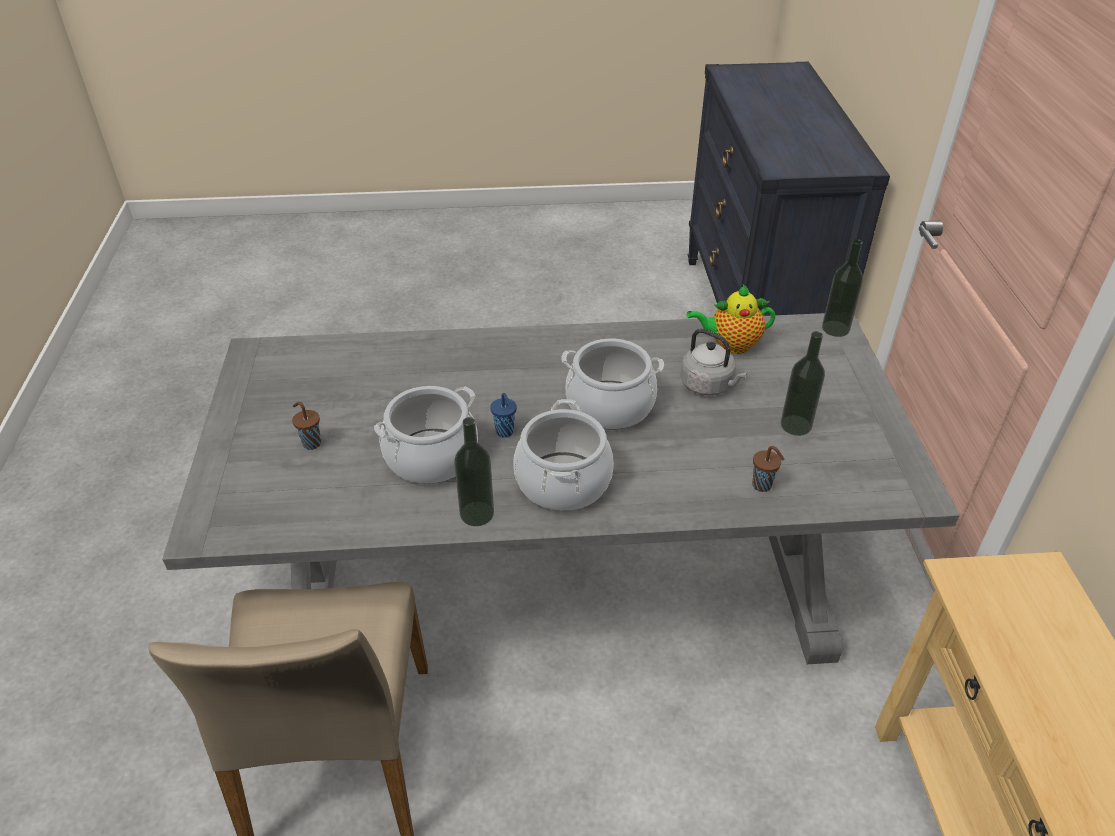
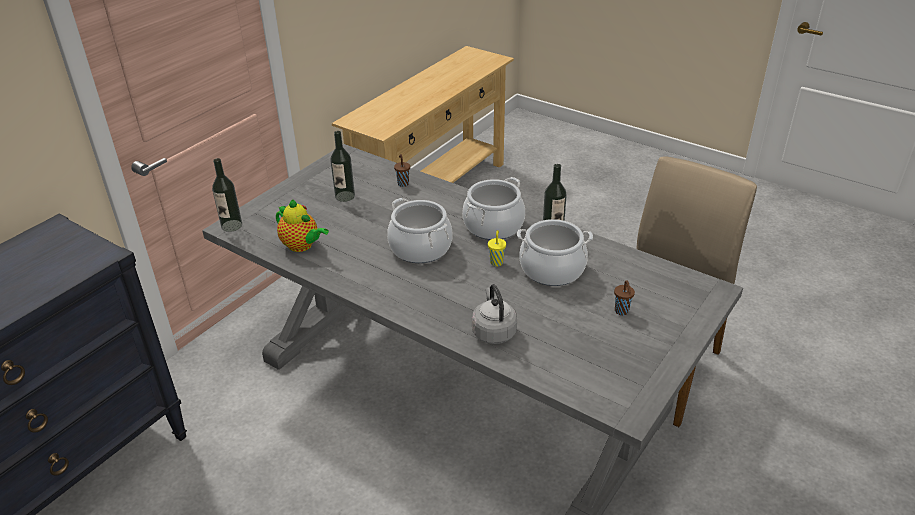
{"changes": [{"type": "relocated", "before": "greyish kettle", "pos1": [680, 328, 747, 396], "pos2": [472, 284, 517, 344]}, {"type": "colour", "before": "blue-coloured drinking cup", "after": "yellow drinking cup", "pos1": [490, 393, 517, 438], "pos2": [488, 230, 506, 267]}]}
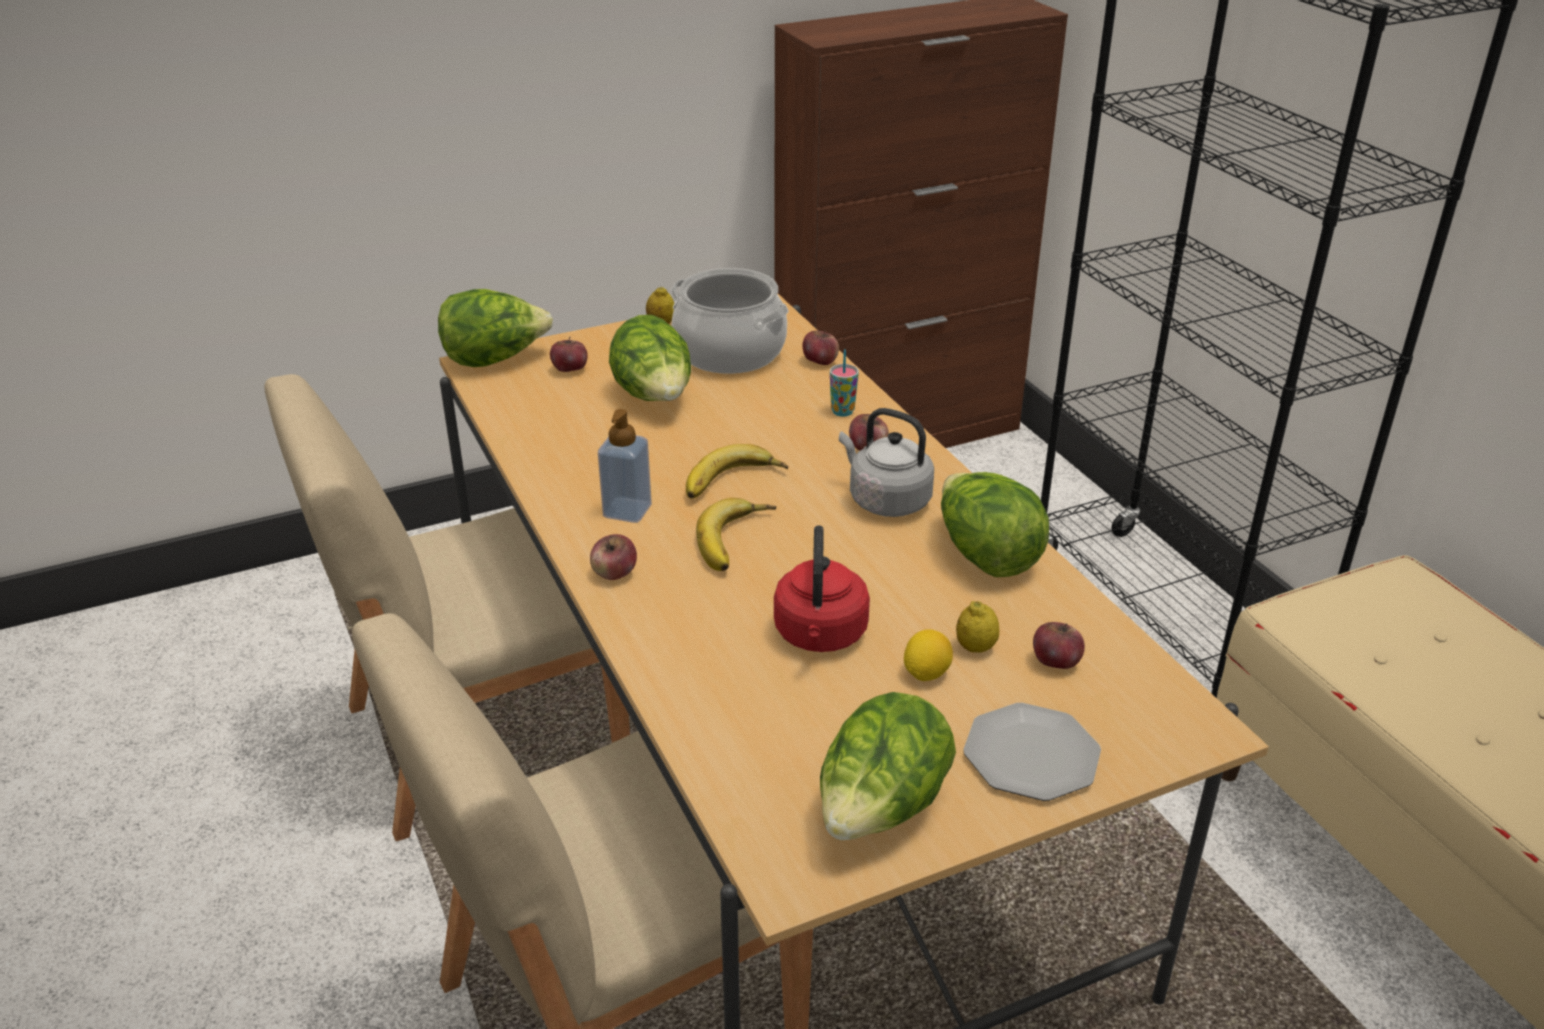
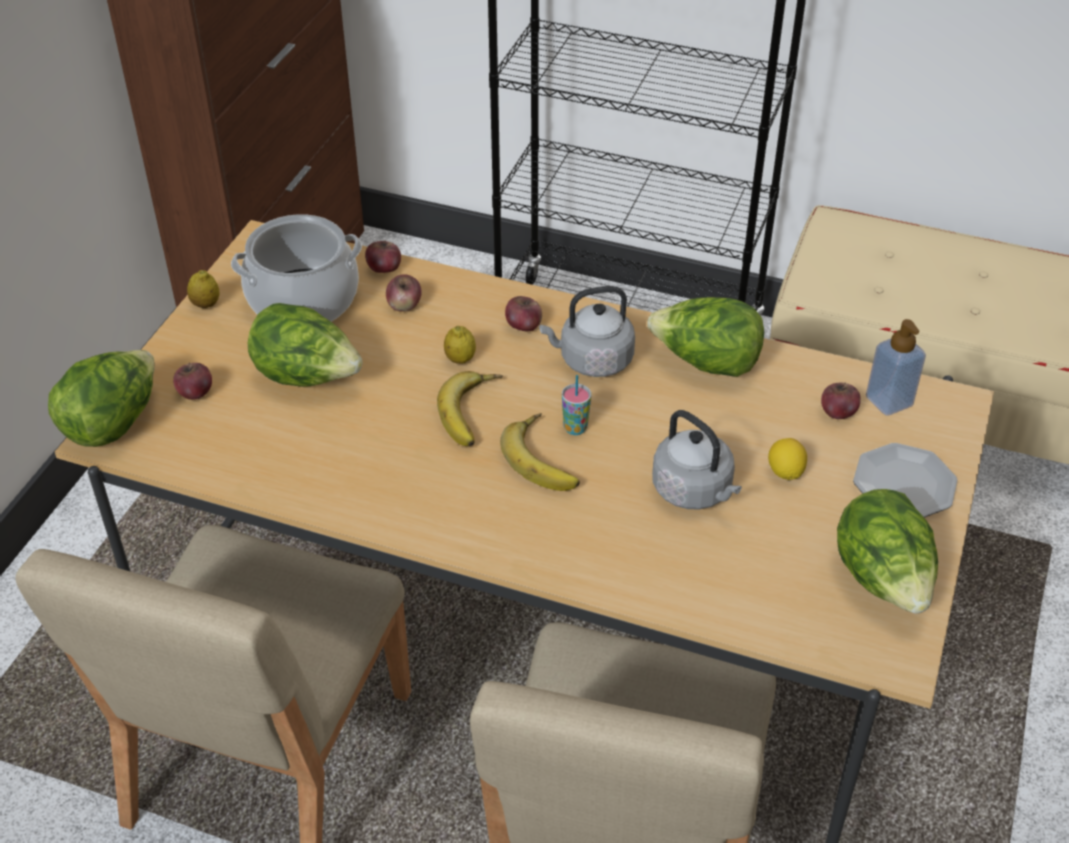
{"changes": [{"type": "relocated", "before": "apple fruit", "pos1": [590, 534, 637, 580], "pos2": [386, 274, 422, 312]}, {"type": "relocated", "before": "lemon", "pos1": [956, 601, 999, 653], "pos2": [444, 326, 476, 364]}, {"type": "relocated", "before": "drinking cup", "pos1": [830, 349, 859, 417], "pos2": [562, 375, 591, 435]}, {"type": "colour", "before": "red-coloured kettle", "after": "greyish kettle", "pos1": [774, 525, 870, 652], "pos2": [652, 410, 742, 510]}, {"type": "relocated", "before": "soap dispenser", "pos1": [598, 409, 652, 523], "pos2": [866, 319, 926, 416]}]}
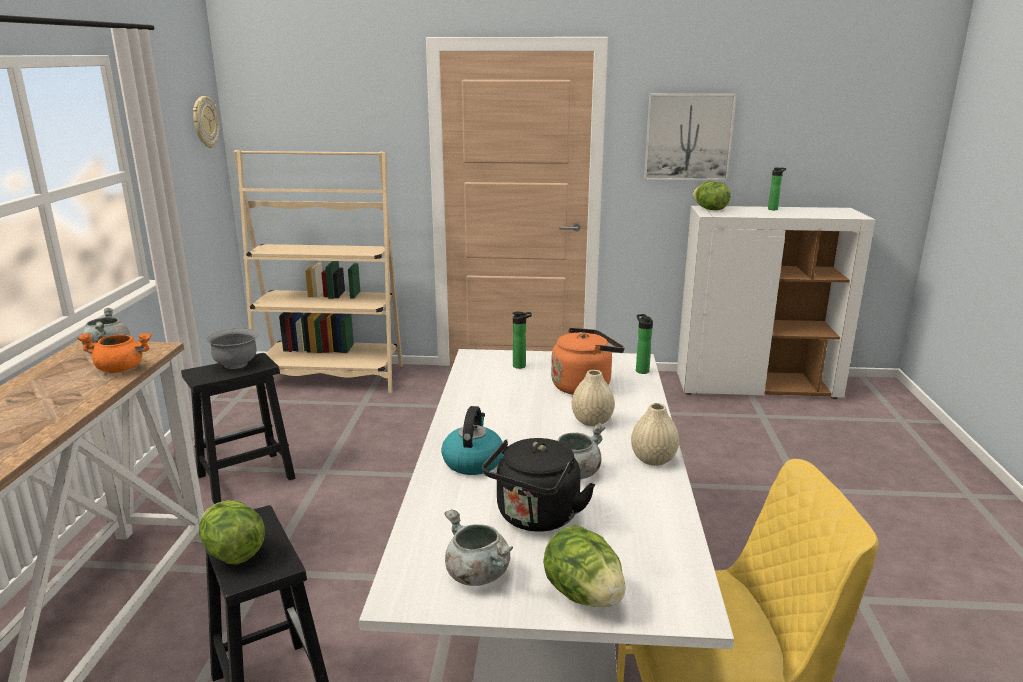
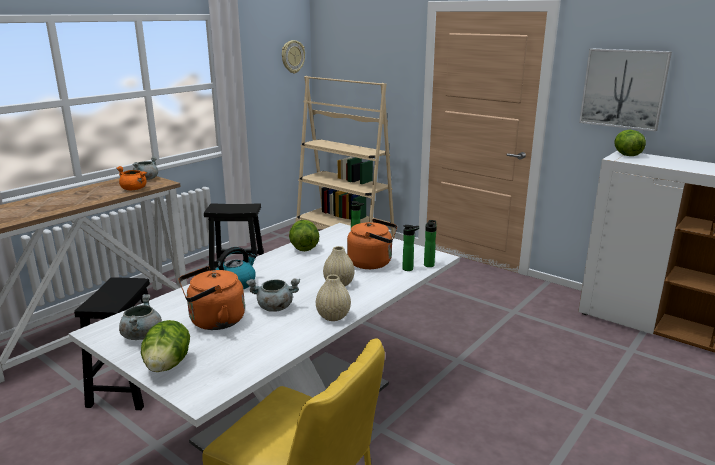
{"changes": [{"type": "colour", "before": "black-coloured kettle", "after": "orange kettle", "pos1": [482, 438, 595, 532], "pos2": [179, 266, 245, 330]}, {"type": "relocated", "before": "lettuce", "pos1": [199, 500, 265, 565], "pos2": [289, 220, 319, 251]}, {"type": "relocated", "before": "drink bottle", "pos1": [768, 167, 786, 210], "pos2": [402, 225, 419, 271]}, {"type": "missing", "before": "greyish bowl", "pos1": [206, 328, 258, 369]}]}
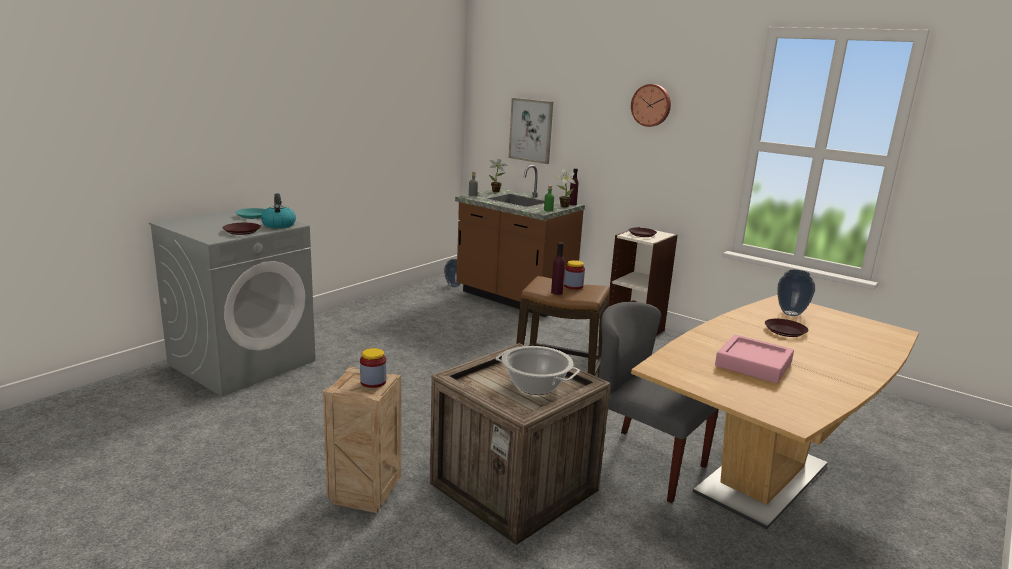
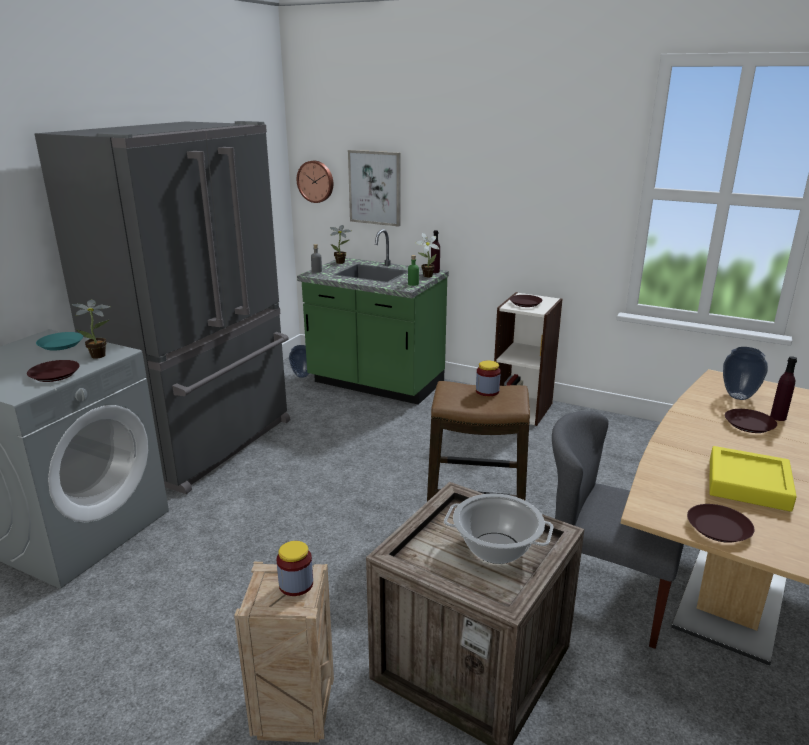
{"changes": [{"type": "appeared", "after": "greyish refrigerator", "pos2": [34, 121, 290, 494]}, {"type": "exchanged", "before": "kettle", "after": "houseplant", "pos1": [261, 194, 296, 228], "pos2": [71, 300, 110, 359]}, {"type": "relocated", "before": "wall clock", "pos1": [631, 84, 671, 127], "pos2": [297, 160, 333, 203]}, {"type": "colour", "before": "brown counter", "after": "greenish counter", "pos1": [455, 165, 585, 317], "pos2": [297, 229, 449, 405]}, {"type": "appeared", "after": "brown dinner plate", "pos2": [687, 504, 755, 543]}, {"type": "colour", "before": "pink-coloured serving tray", "after": "yellow serving tray", "pos1": [715, 334, 794, 383], "pos2": [709, 446, 797, 512]}, {"type": "relocated", "before": "purple drink bottle", "pos1": [551, 242, 565, 295], "pos2": [770, 356, 797, 421]}]}
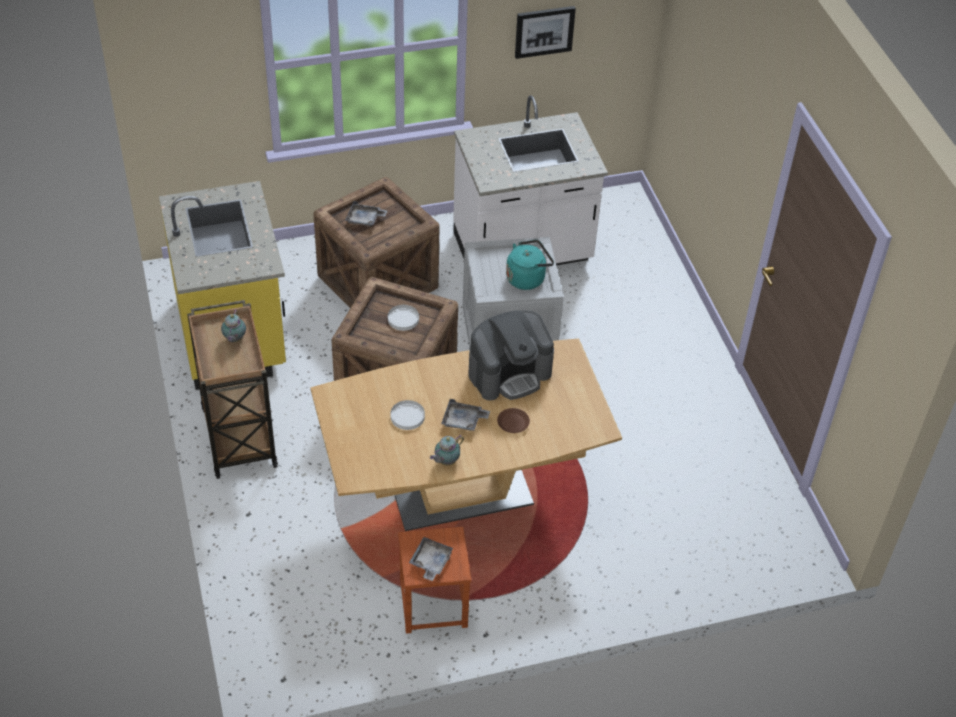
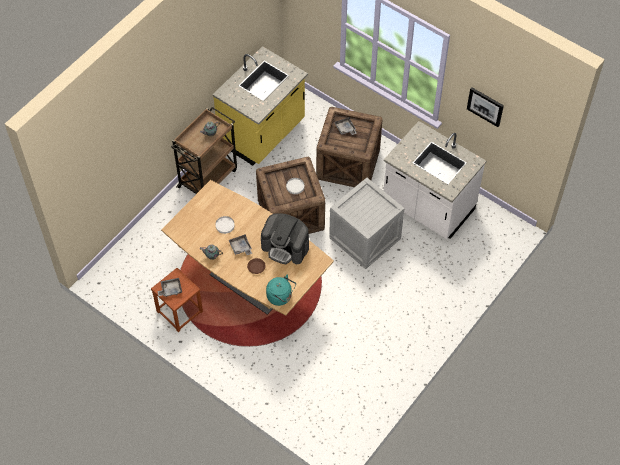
{"changes": [{"type": "relocated", "before": "turquoise kettle", "pos1": [506, 240, 554, 290], "pos2": [266, 275, 296, 306]}]}
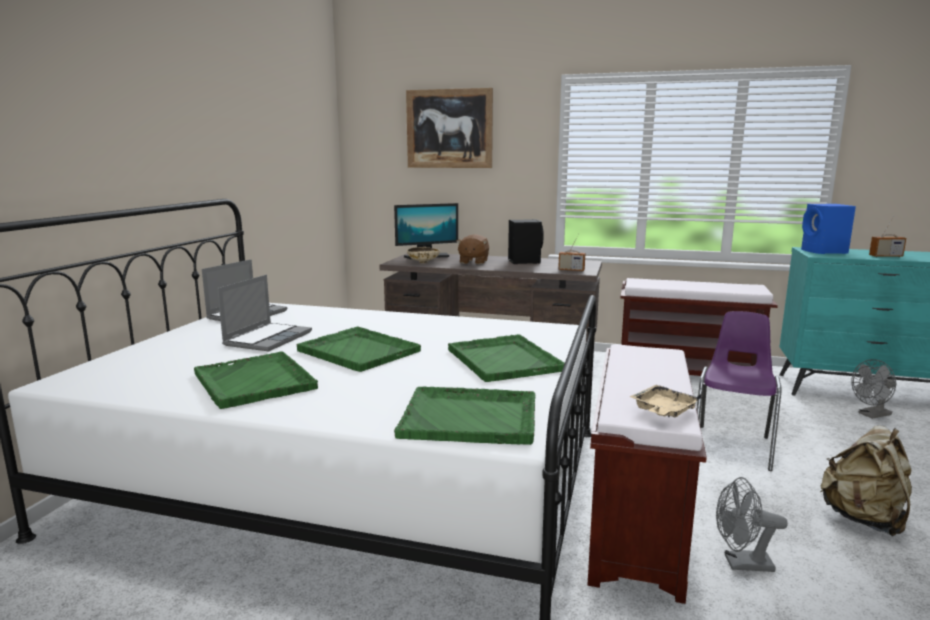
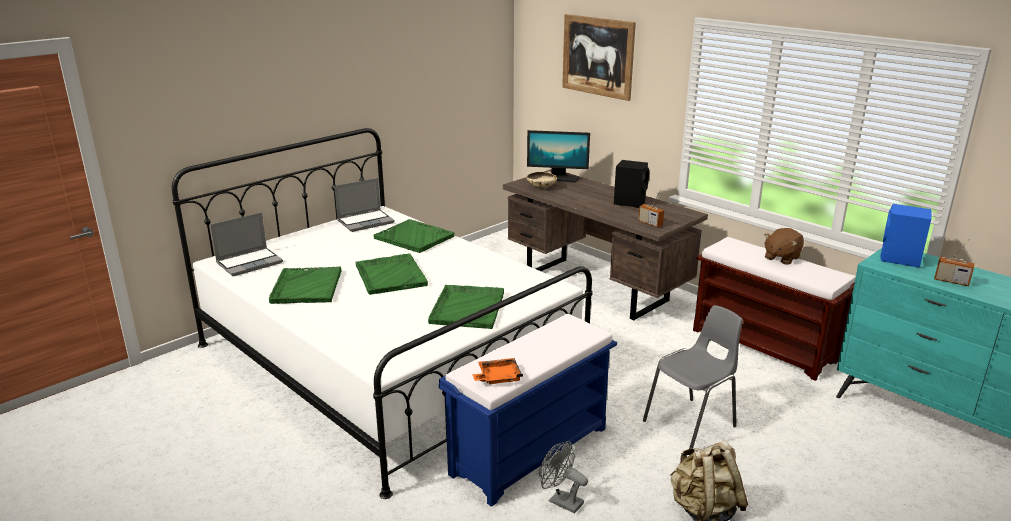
{"changes": [{"type": "relocated", "before": "laptop", "pos1": [217, 275, 312, 351], "pos2": [210, 212, 283, 276]}, {"type": "relocated", "before": "greenish serving tray", "pos1": [394, 386, 536, 445], "pos2": [373, 219, 454, 253]}, {"type": "colour", "before": "brown indoor bench", "after": "blue-coloured indoor bench", "pos1": [587, 344, 707, 604], "pos2": [439, 314, 617, 507]}, {"type": "colour", "before": "sand-coloured serving tray", "after": "orange serving tray", "pos1": [629, 385, 702, 417], "pos2": [472, 358, 523, 385]}, {"type": "colour", "before": "purple upright chair", "after": "greyish upright chair", "pos1": [697, 311, 782, 471], "pos2": [643, 305, 743, 449]}, {"type": "relocated", "before": "brown cuddly toy", "pos1": [456, 234, 489, 264], "pos2": [764, 228, 804, 265]}, {"type": "missing", "before": "greyish fan", "pos1": [851, 359, 897, 419]}]}
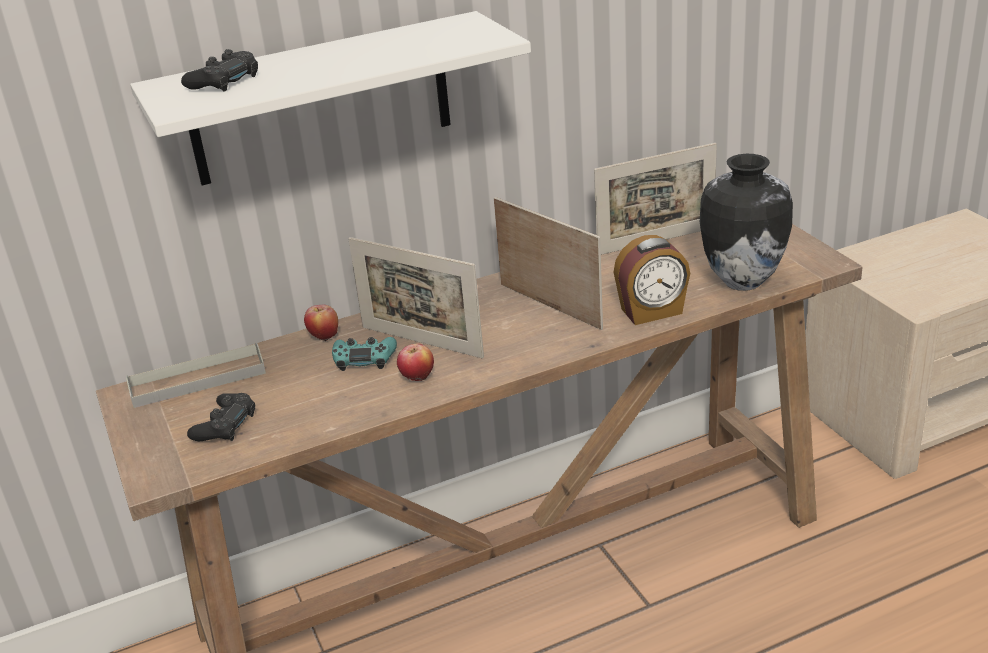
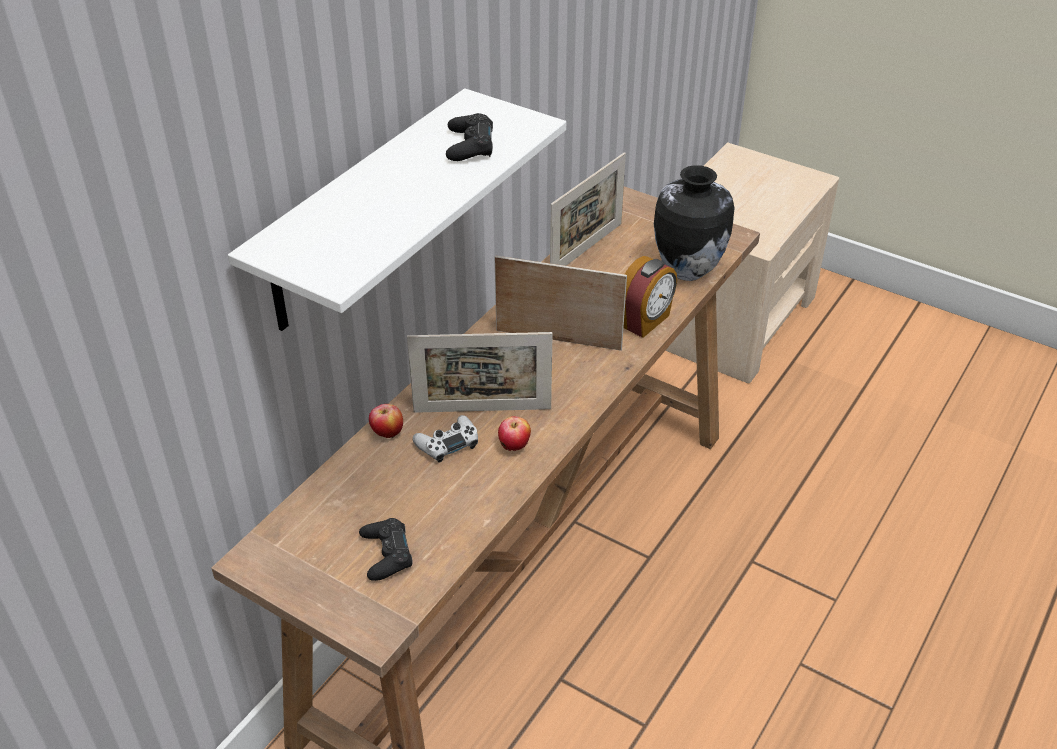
{"changes": [{"type": "colour", "before": "turquoise game controller", "after": "white game controller", "pos1": [332, 337, 397, 371], "pos2": [412, 415, 478, 463]}, {"type": "relocated", "before": "black-coloured game controller", "pos1": [181, 49, 258, 91], "pos2": [446, 113, 493, 161]}, {"type": "missing", "before": "greyish serving tray", "pos1": [126, 342, 266, 408]}]}
